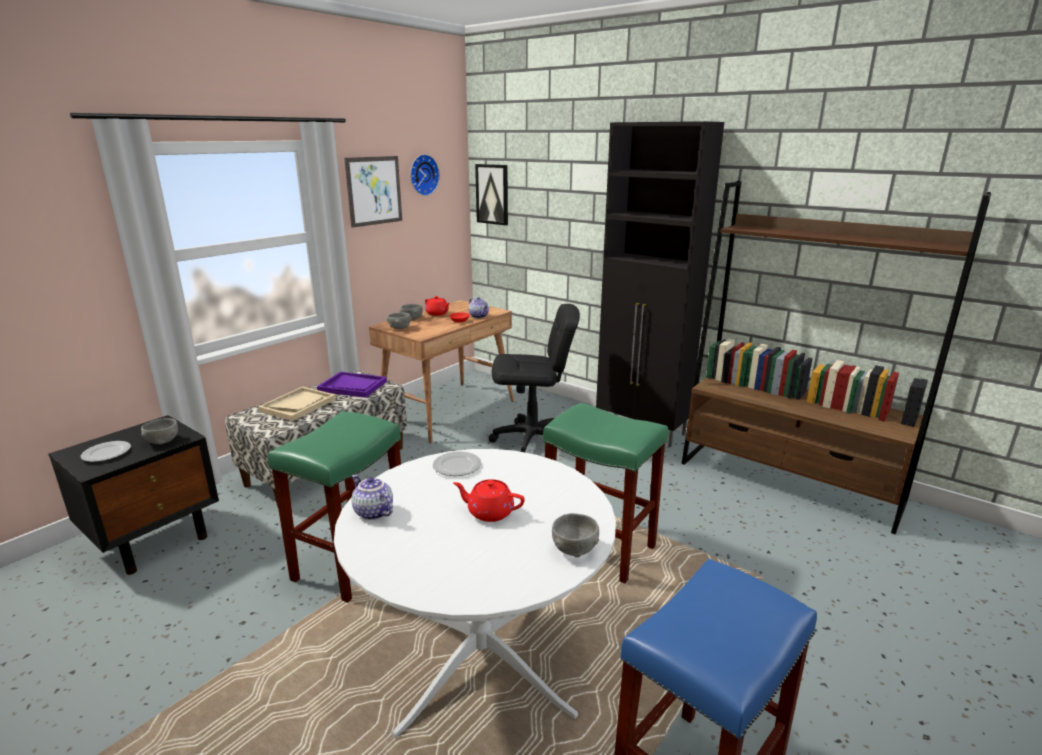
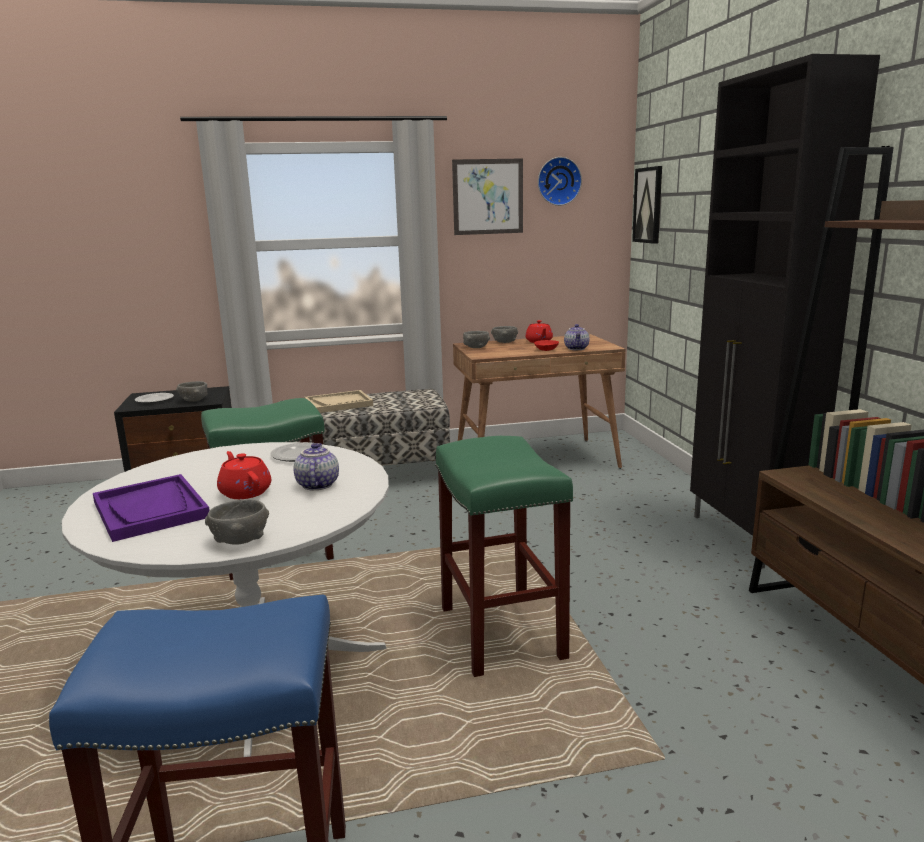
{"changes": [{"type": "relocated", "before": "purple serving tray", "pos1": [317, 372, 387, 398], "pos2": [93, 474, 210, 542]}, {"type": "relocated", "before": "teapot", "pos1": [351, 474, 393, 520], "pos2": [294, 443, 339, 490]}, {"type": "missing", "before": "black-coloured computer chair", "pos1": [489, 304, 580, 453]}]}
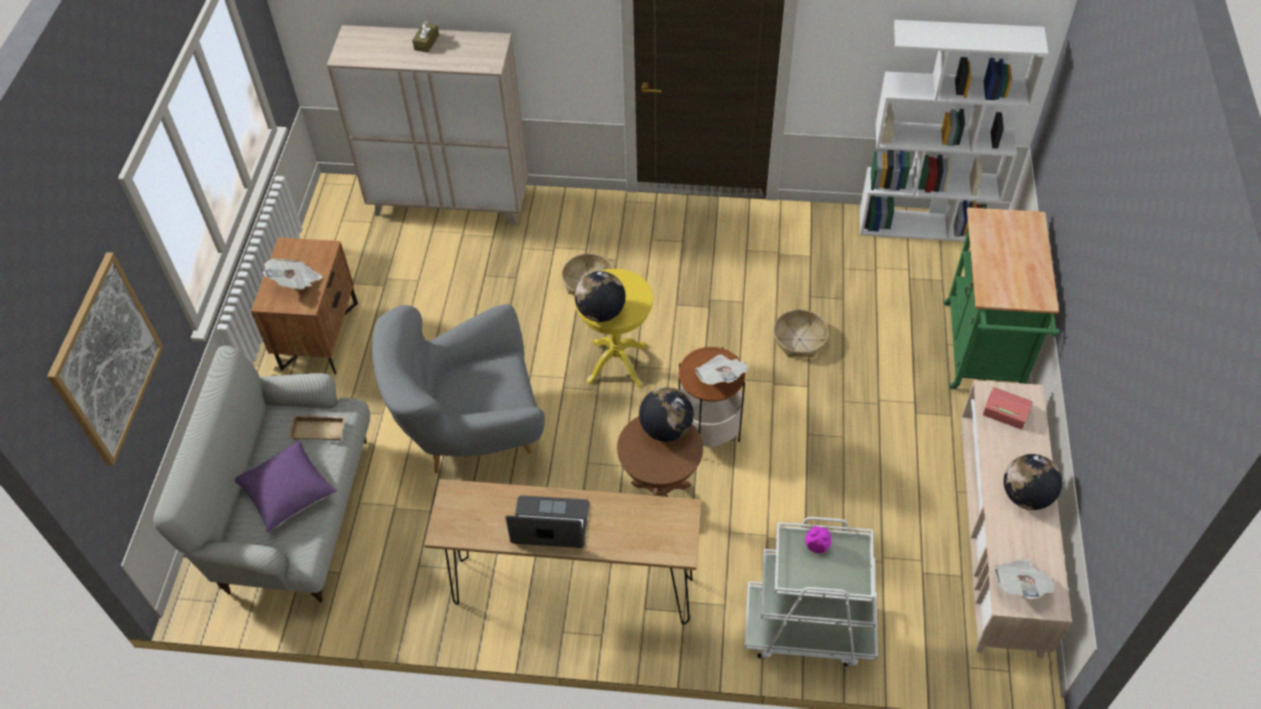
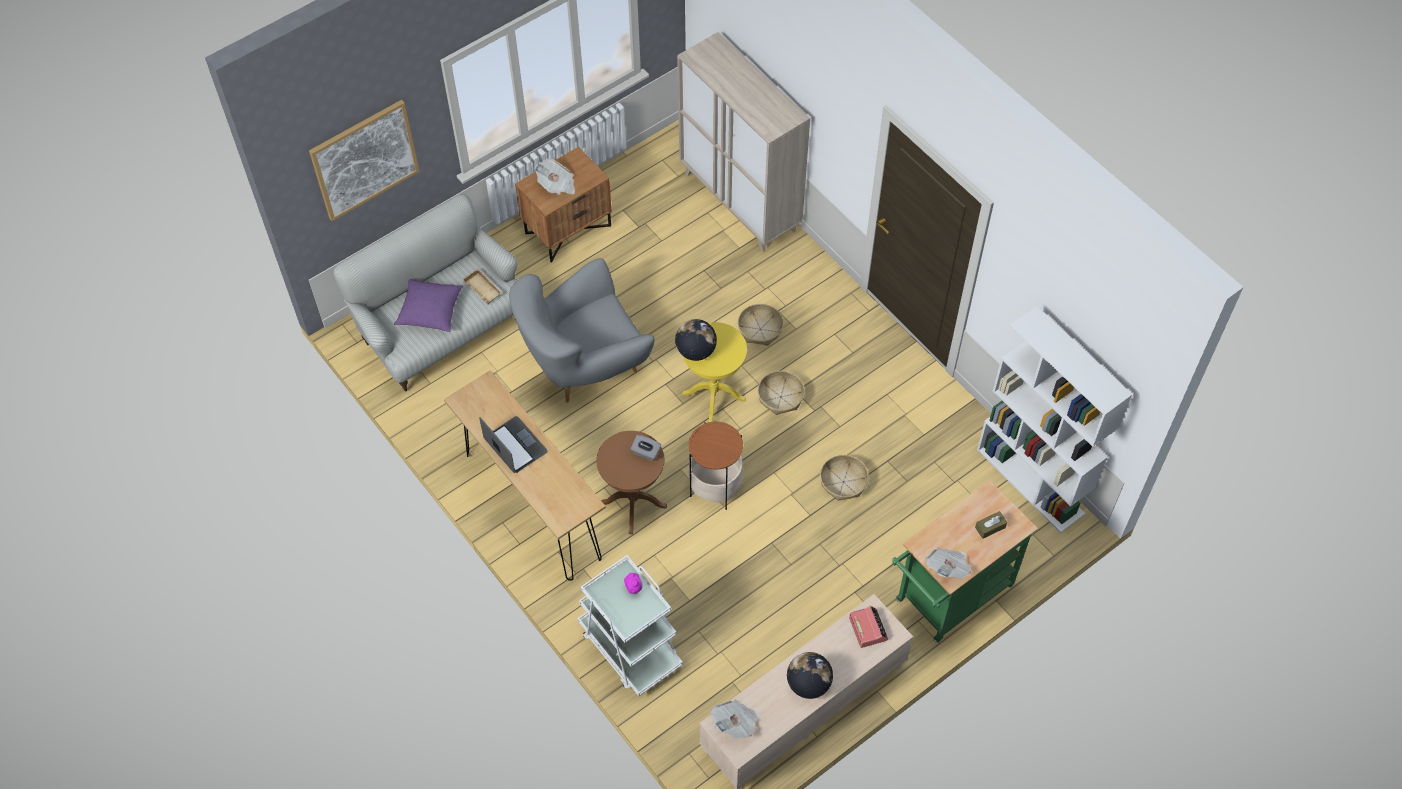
{"changes": [{"type": "spun", "before": "greyish lounge chair", "pos1": [372, 304, 545, 473], "pos2": [509, 258, 654, 402], "turn": -60}, {"type": "exchanged", "before": "world globe", "after": "greyish box of tissues", "pos1": [639, 387, 694, 442], "pos2": [630, 435, 661, 461]}, {"type": "appeared", "after": "basket", "pos2": [758, 371, 805, 415]}, {"type": "relocated", "before": "printed paper", "pos1": [695, 355, 748, 385], "pos2": [926, 547, 971, 579]}, {"type": "relocated", "before": "brown box of tissues", "pos1": [412, 21, 439, 53], "pos2": [975, 511, 1007, 539]}]}
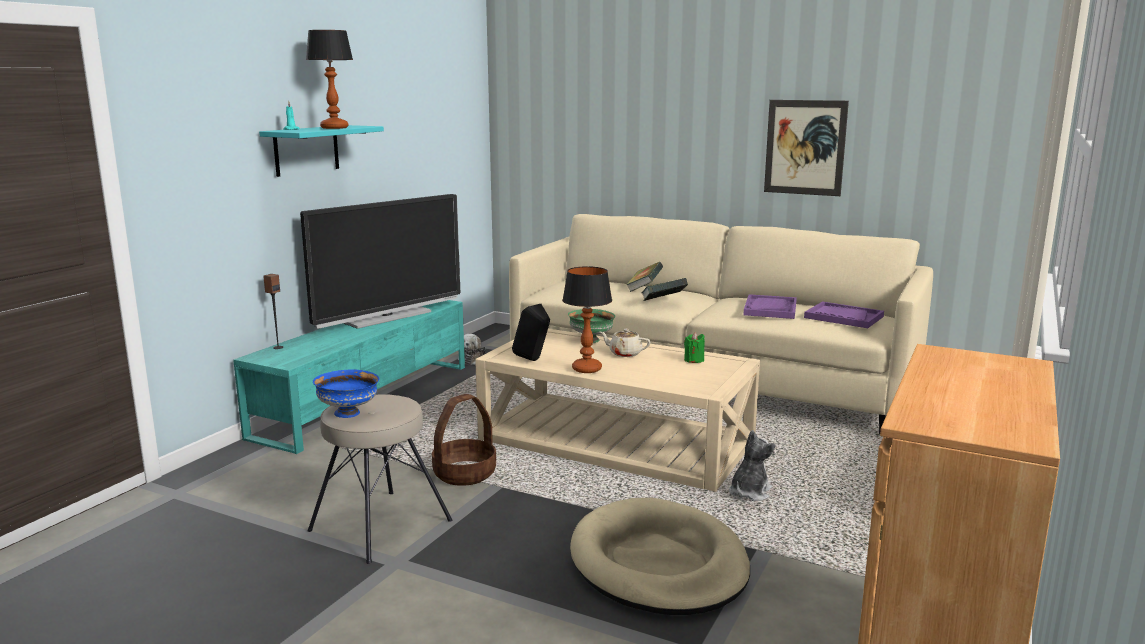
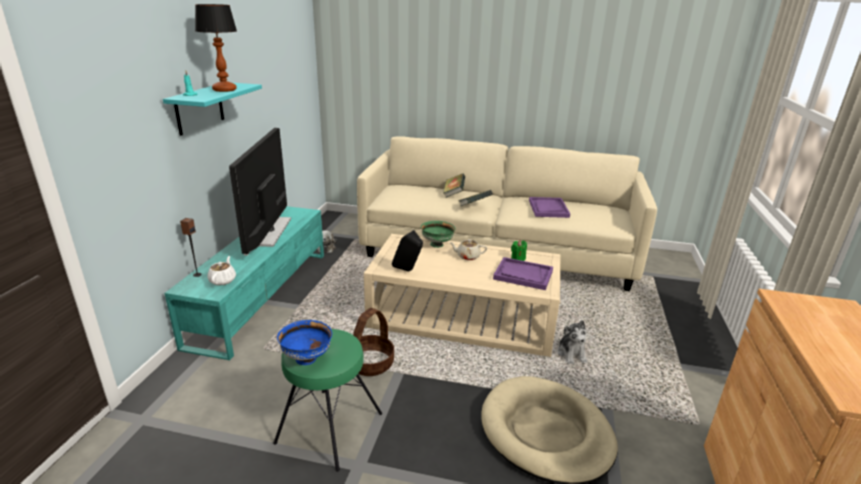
{"changes": [{"type": "appeared", "after": "white teapot", "pos2": [207, 256, 236, 285]}, {"type": "spun", "before": "TV", "pos1": [300, 194, 460, 329], "pos2": [229, 128, 291, 256], "turn": 150}, {"type": "colour", "before": "sand-coloured stool seat", "after": "greenish stool seat", "pos1": [308, 394, 452, 564], "pos2": [273, 329, 382, 472]}, {"type": "relocated", "before": "purple serving tray", "pos1": [804, 301, 884, 328], "pos2": [493, 257, 553, 290]}, {"type": "spun", "before": "cuddly toy", "pos1": [729, 430, 776, 501], "pos2": [557, 320, 588, 364], "turn": 150}, {"type": "missing", "before": "lamp for a table", "pos1": [562, 266, 612, 373]}, {"type": "missing", "before": "wall picture", "pos1": [764, 100, 849, 196]}]}
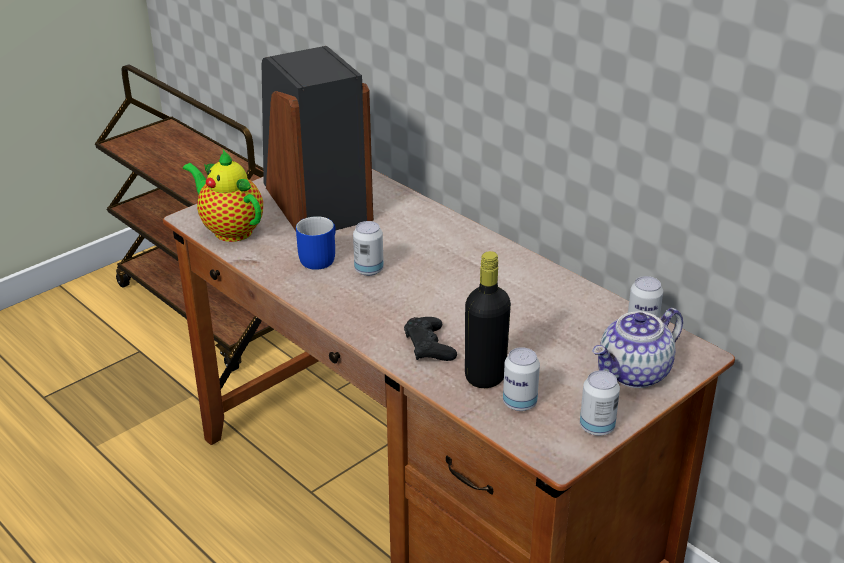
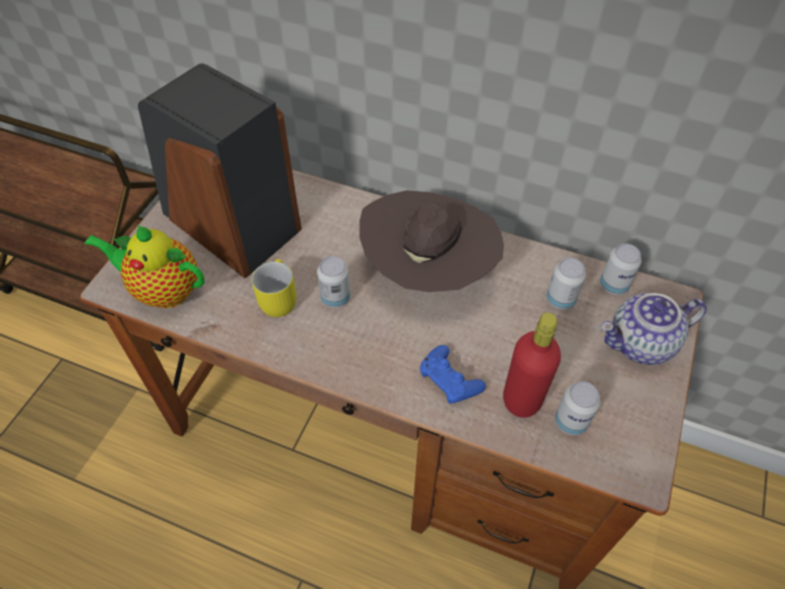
{"changes": [{"type": "colour", "before": "blue-coloured mug", "after": "yellow mug", "pos1": [296, 216, 336, 270], "pos2": [252, 259, 296, 317]}, {"type": "appeared", "after": "brown clothing hat", "pos2": [359, 190, 504, 292]}, {"type": "colour", "before": "black-coloured game controller", "after": "blue-coloured game controller", "pos1": [404, 317, 457, 361], "pos2": [420, 345, 486, 404]}, {"type": "colour", "before": "black-coloured drink bottle", "after": "red-coloured drink bottle", "pos1": [465, 251, 511, 388], "pos2": [503, 313, 561, 418]}, {"type": "relocated", "before": "sealed can", "pos1": [580, 370, 620, 436], "pos2": [547, 258, 586, 310]}, {"type": "spun", "before": "teapot", "pos1": [592, 308, 683, 388], "pos2": [600, 293, 707, 365], "turn": 45}]}
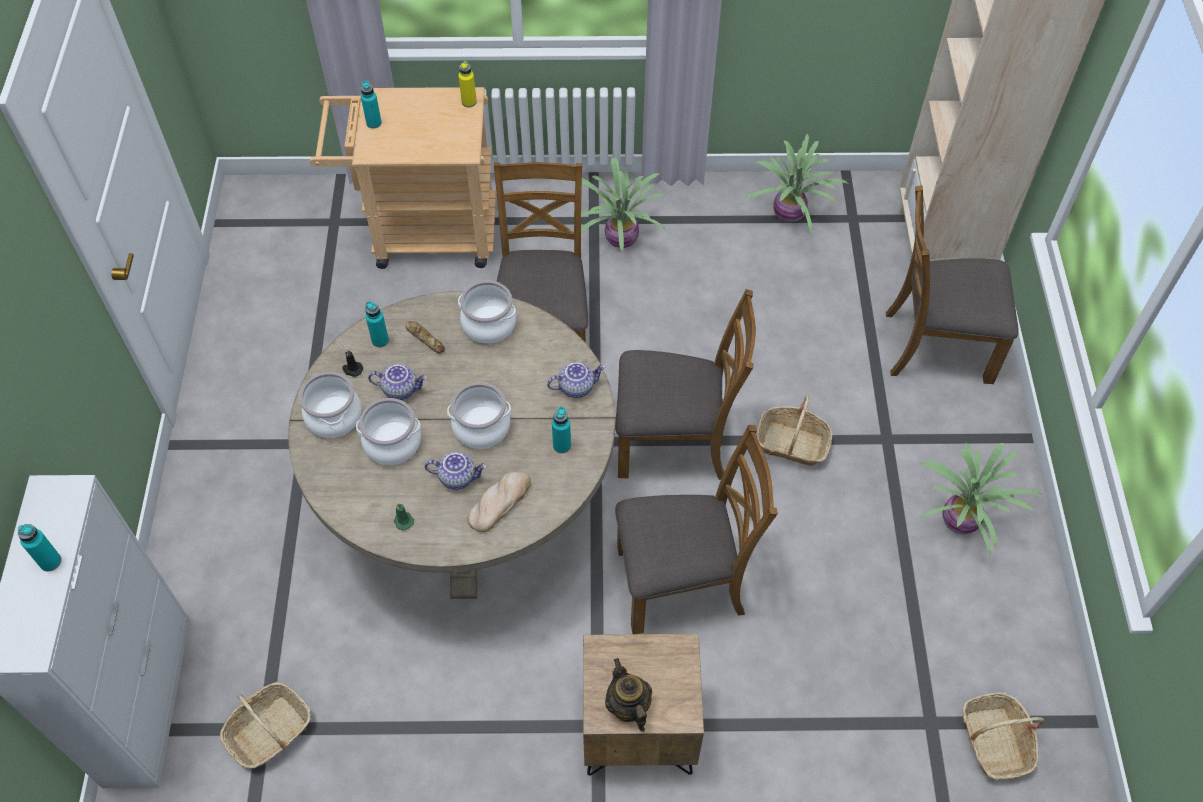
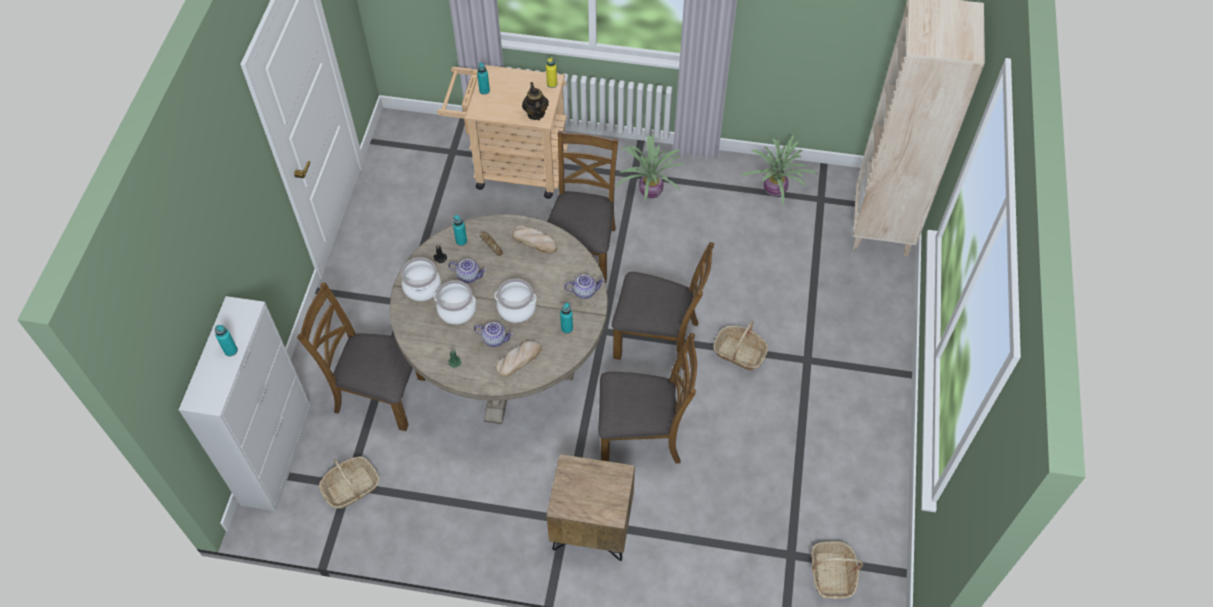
{"changes": [{"type": "relocated", "before": "brown upright chair", "pos1": [886, 185, 1018, 384], "pos2": [297, 283, 425, 431]}, {"type": "exchanged", "before": "saucepot", "after": "bakery bread", "pos1": [458, 280, 516, 343], "pos2": [512, 226, 557, 253]}, {"type": "relocated", "before": "teapot", "pos1": [605, 658, 652, 732], "pos2": [522, 82, 549, 120]}, {"type": "missing", "before": "houseplant", "pos1": [920, 443, 1042, 556]}]}
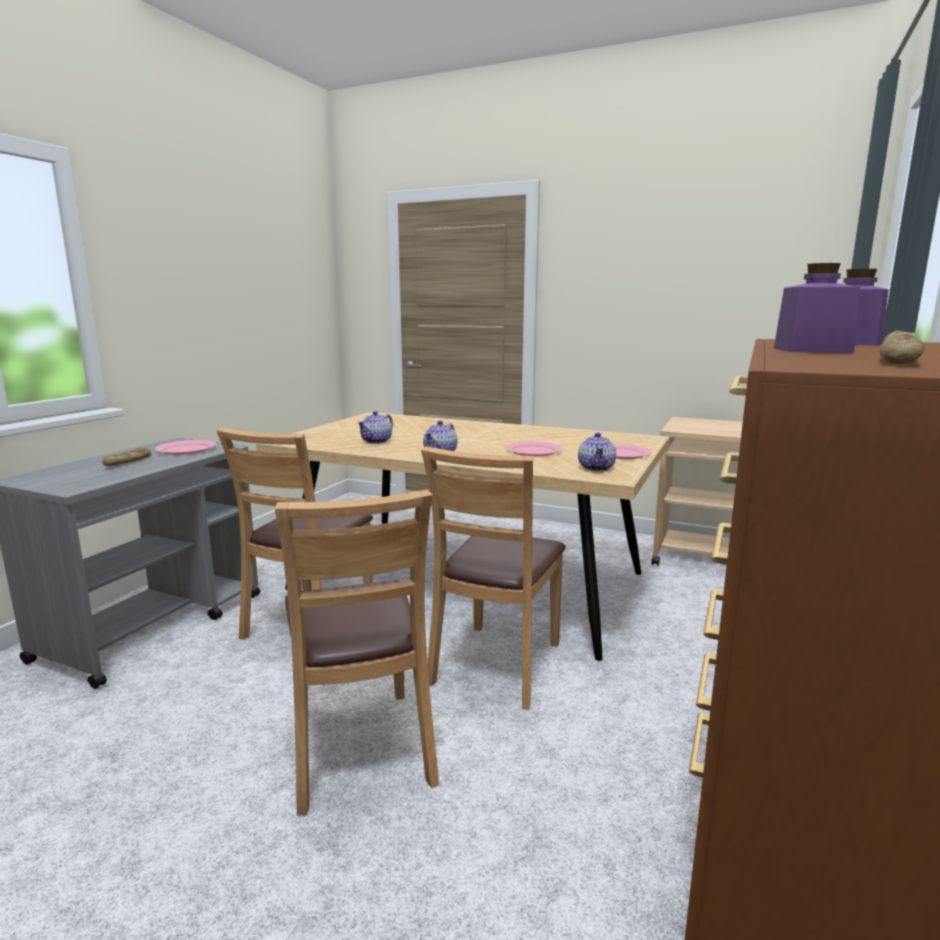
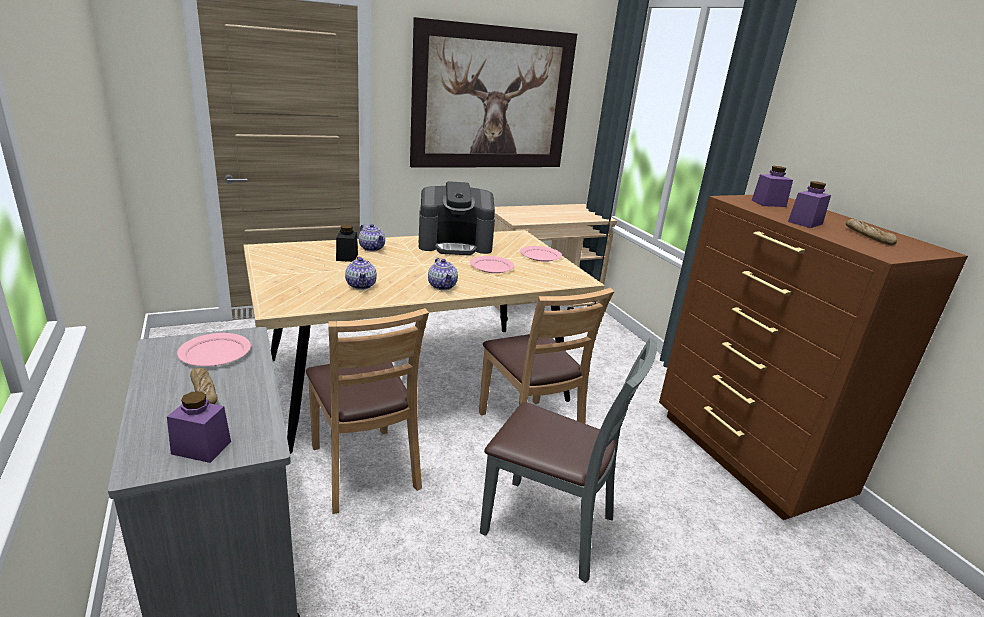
{"changes": [{"type": "appeared", "after": "purple jar", "pos2": [167, 391, 231, 463]}, {"type": "appeared", "after": "black-coloured jar", "pos2": [336, 225, 358, 262]}, {"type": "relocated", "before": "teapot", "pos1": [578, 432, 616, 471], "pos2": [359, 224, 385, 251]}, {"type": "appeared", "after": "wall picture", "pos2": [410, 17, 577, 168]}, {"type": "appeared", "after": "coffee machine", "pos2": [419, 181, 495, 255]}, {"type": "colour", "before": "brown upright chair", "after": "greyish upright chair", "pos1": [275, 489, 439, 816], "pos2": [480, 338, 657, 583]}]}
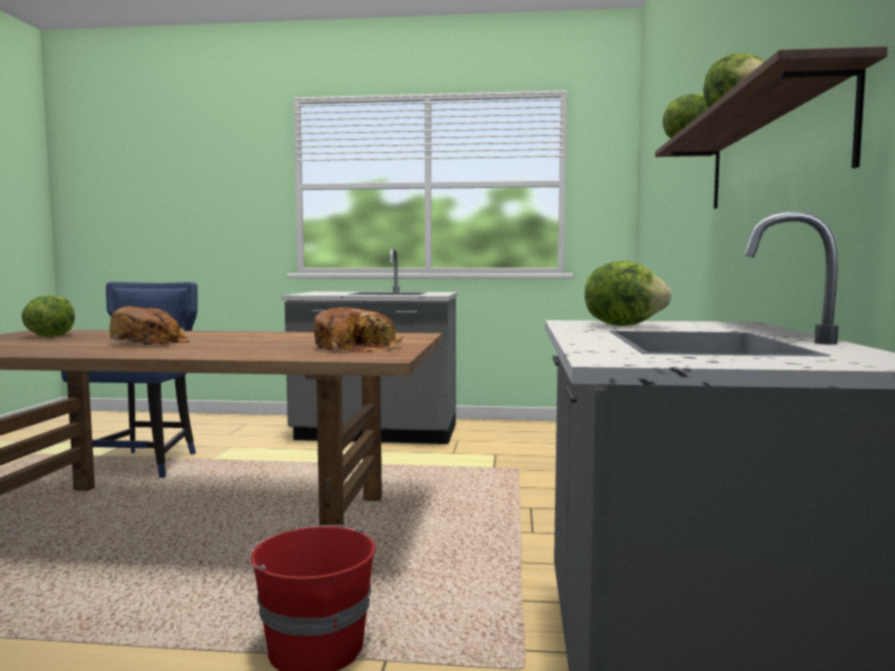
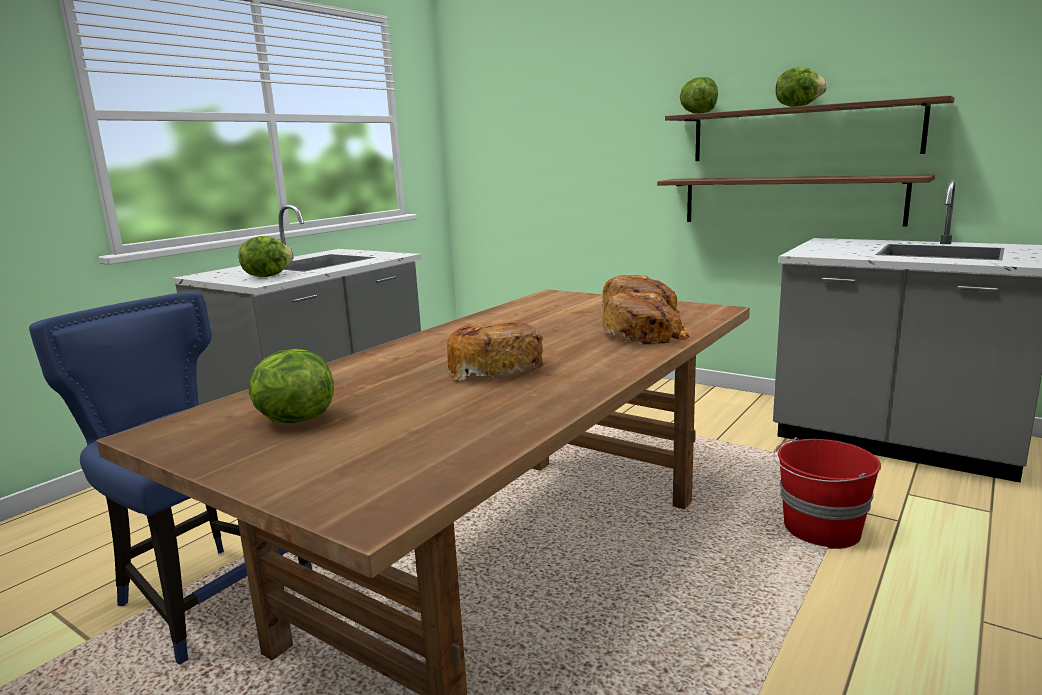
{"changes": [{"type": "relocated", "before": "lettuce", "pos1": [585, 261, 672, 326], "pos2": [239, 236, 294, 277]}, {"type": "appeared", "after": "bakery bread", "pos2": [603, 292, 690, 344]}, {"type": "appeared", "after": "bracket shelf", "pos2": [657, 174, 935, 227]}]}
